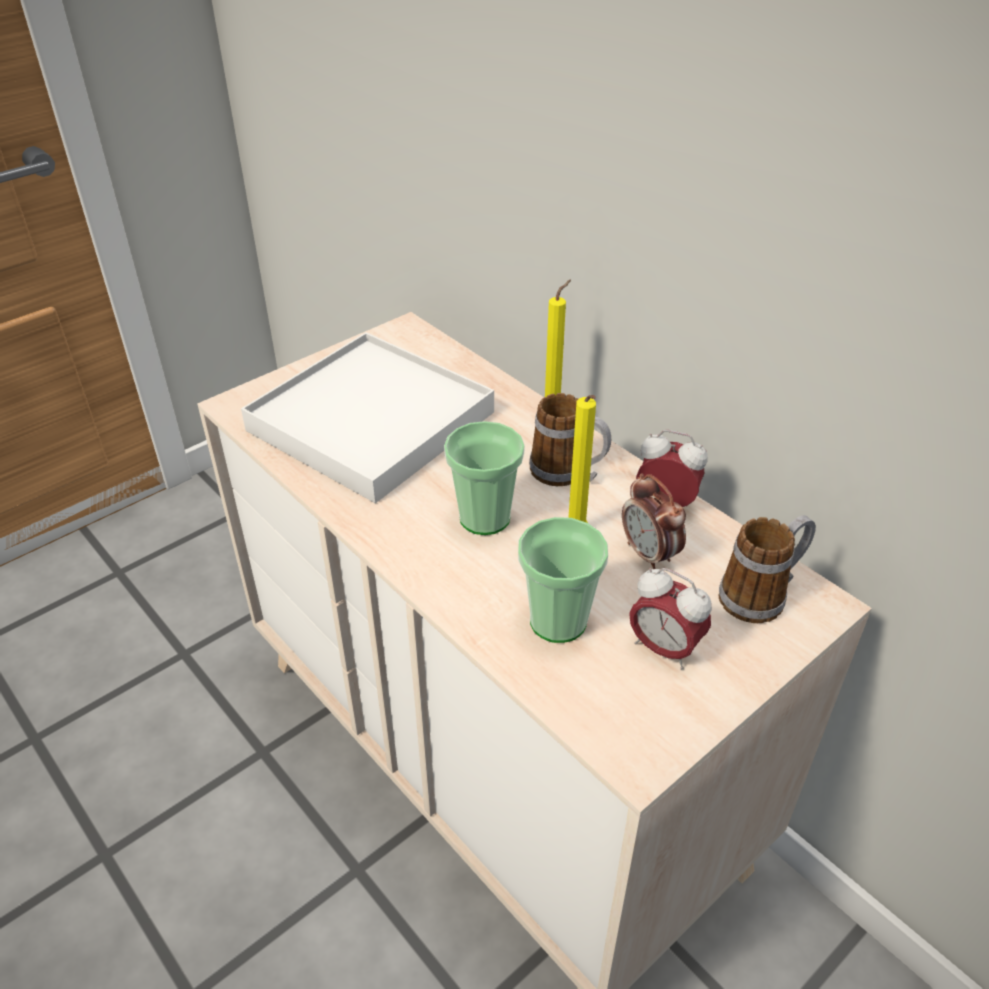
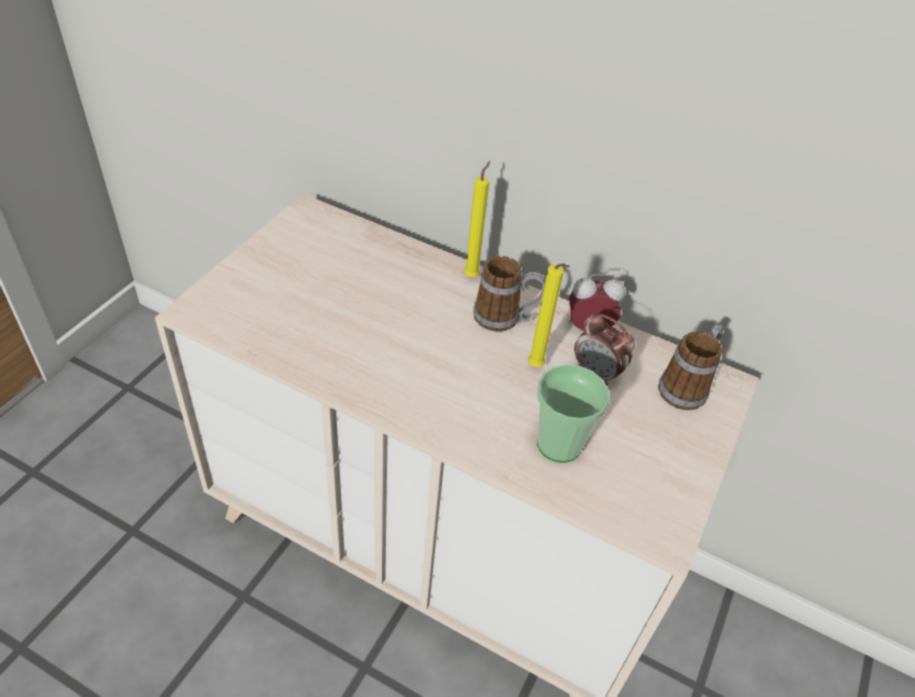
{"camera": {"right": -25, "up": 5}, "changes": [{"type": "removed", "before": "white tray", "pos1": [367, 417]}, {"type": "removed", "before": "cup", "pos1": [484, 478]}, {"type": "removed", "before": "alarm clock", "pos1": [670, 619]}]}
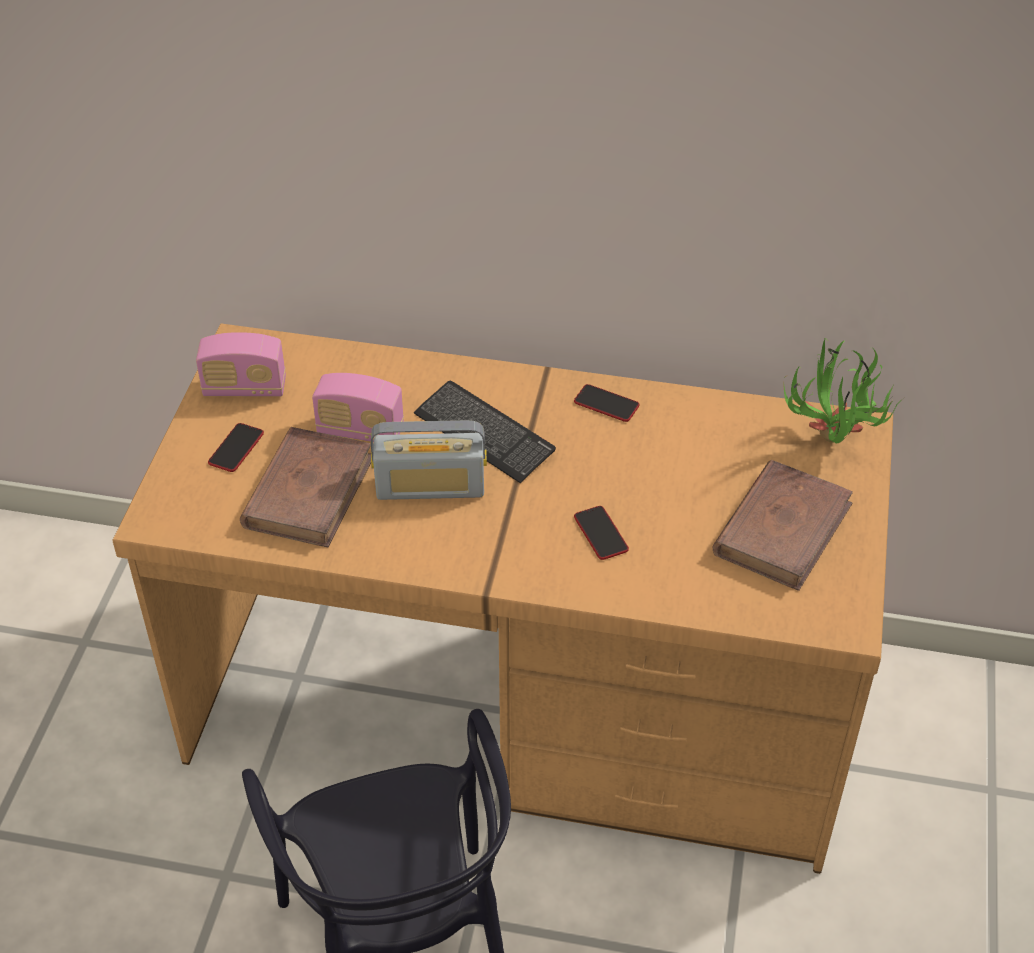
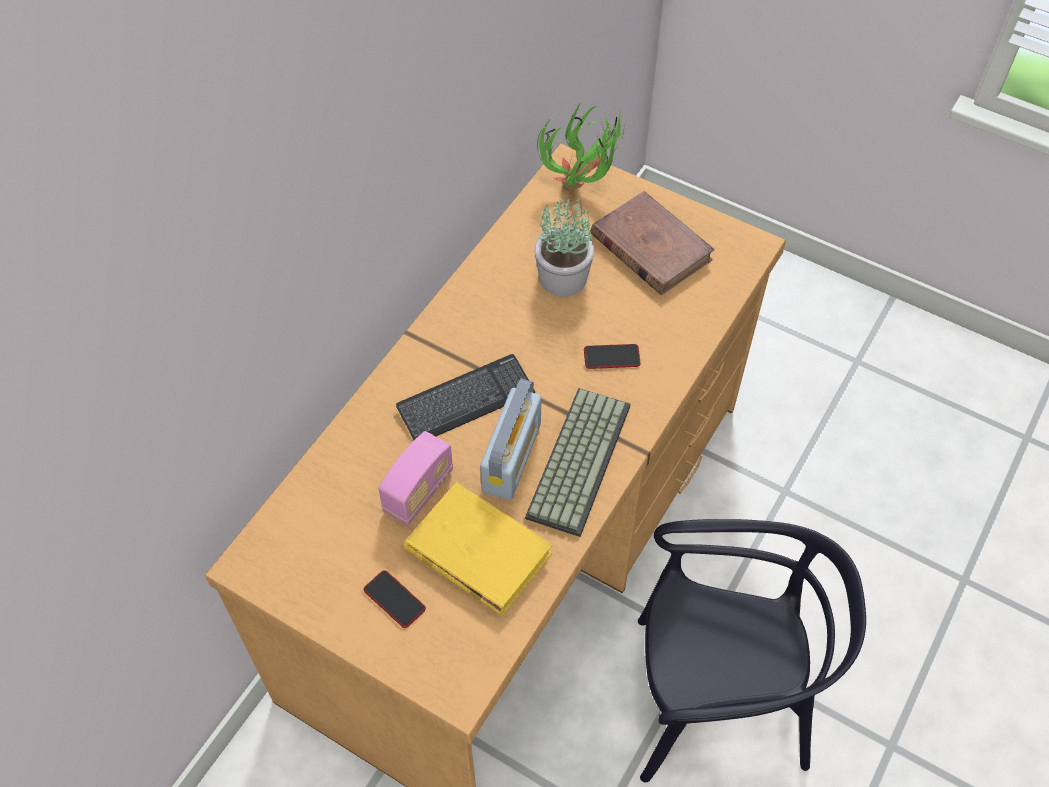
{"camera": {"right": -70, "up": 10}, "changes": [{"type": "removed", "before": "radio", "pos1": [241, 364]}, {"type": "recoloured", "before": "brown book", "after": "yellow book", "pos1": [305, 487], "pos2": [478, 549]}, {"type": "removed", "before": "phone", "pos1": [607, 403]}, {"type": "added", "after": "keyboard", "pos2": [578, 462]}, {"type": "added", "after": "potted plant", "pos2": [564, 246]}]}
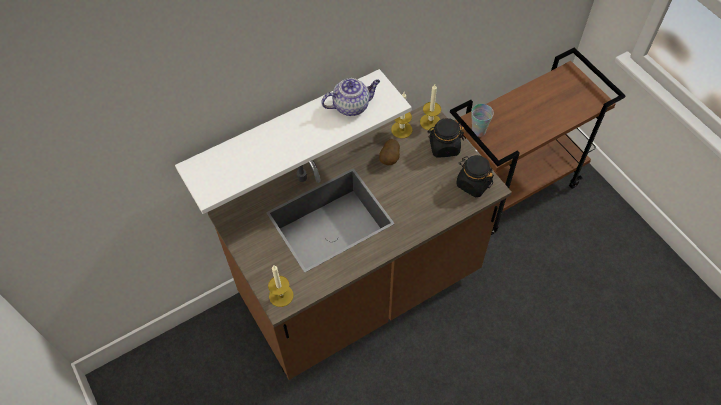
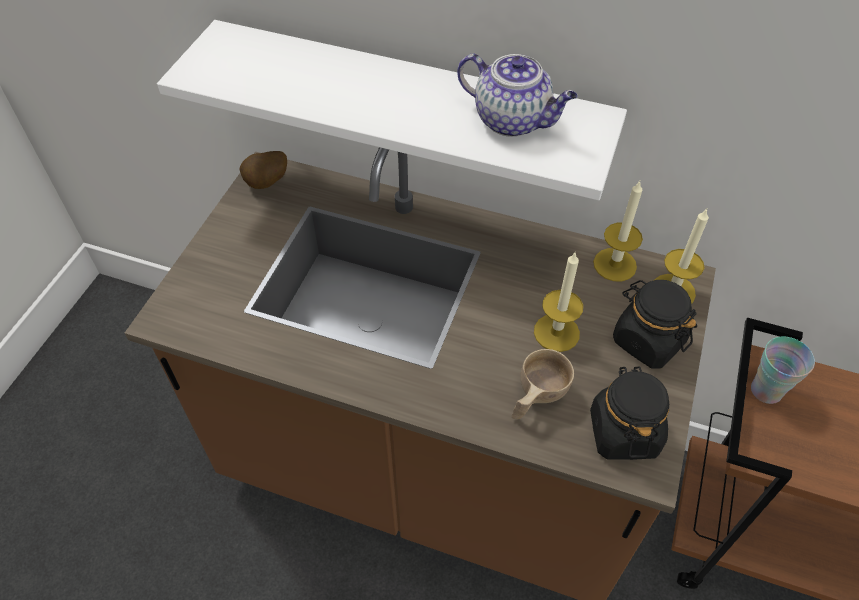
{"camera": {"right": 50, "up": -5}, "changes": [{"type": "moved", "before": "candle", "pos1": [281, 286], "pos2": [558, 301]}, {"type": "moved", "before": "potato", "pos1": [389, 152], "pos2": [263, 170]}, {"type": "added", "after": "beige cup", "pos2": [542, 384]}]}
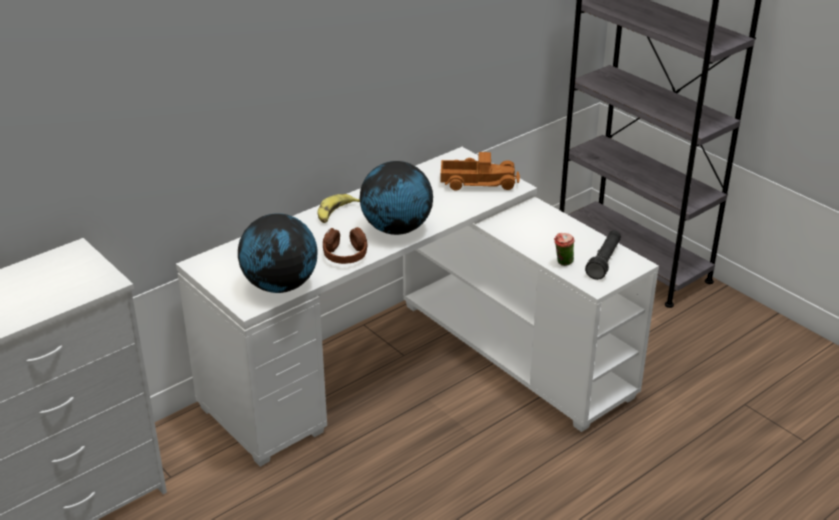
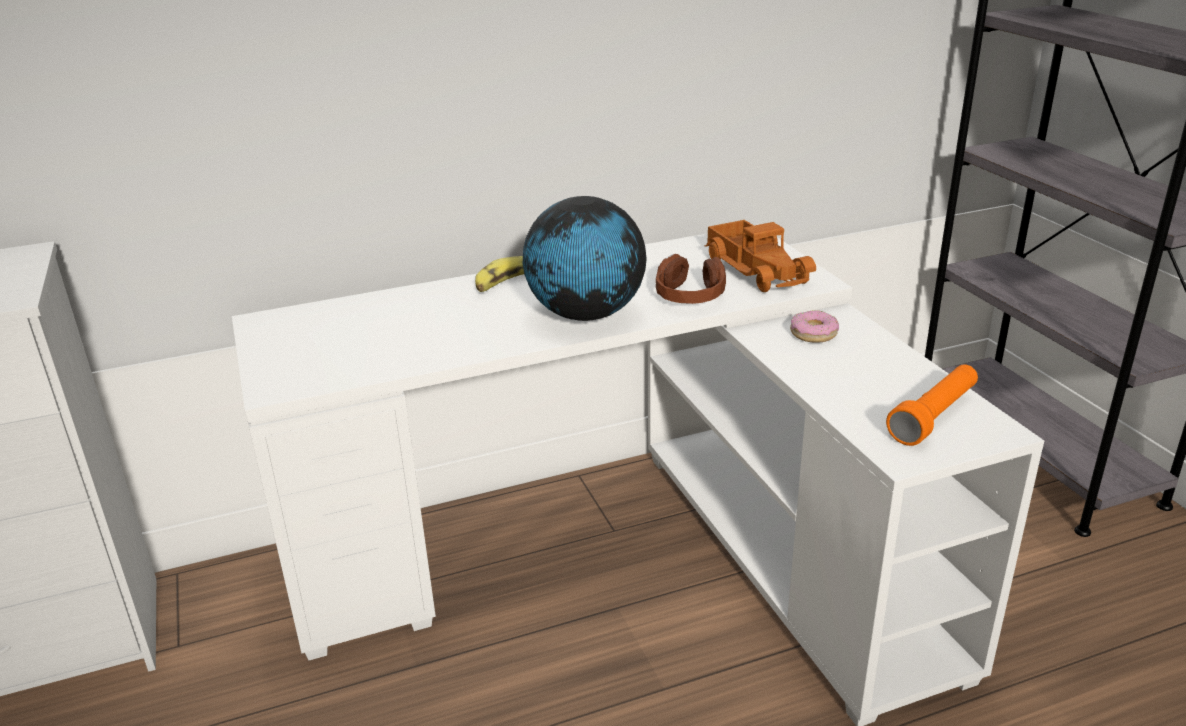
{"camera": {"right": 20, "up": -5}, "changes": [{"type": "removed", "before": "globe", "pos1": [278, 253]}, {"type": "moved", "before": "brown headphones", "pos1": [345, 245], "pos2": [691, 279]}, {"type": "turned", "before": "toy truck", "pos1": [480, 171], "pos2": [760, 256], "turn": 45}, {"type": "removed", "before": "cup", "pos1": [564, 249]}, {"type": "recoloured", "before": "black flashlight", "after": "orange flashlight", "pos1": [603, 255], "pos2": [932, 405]}, {"type": "added", "after": "donut", "pos2": [814, 326]}]}
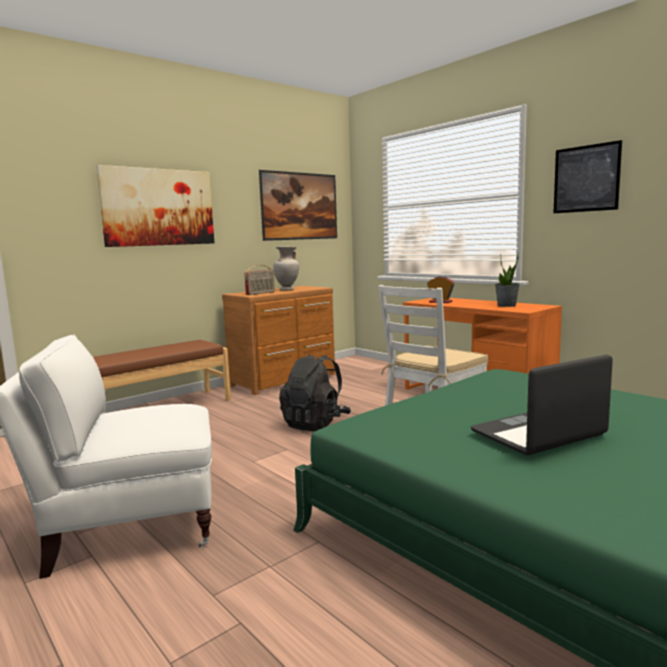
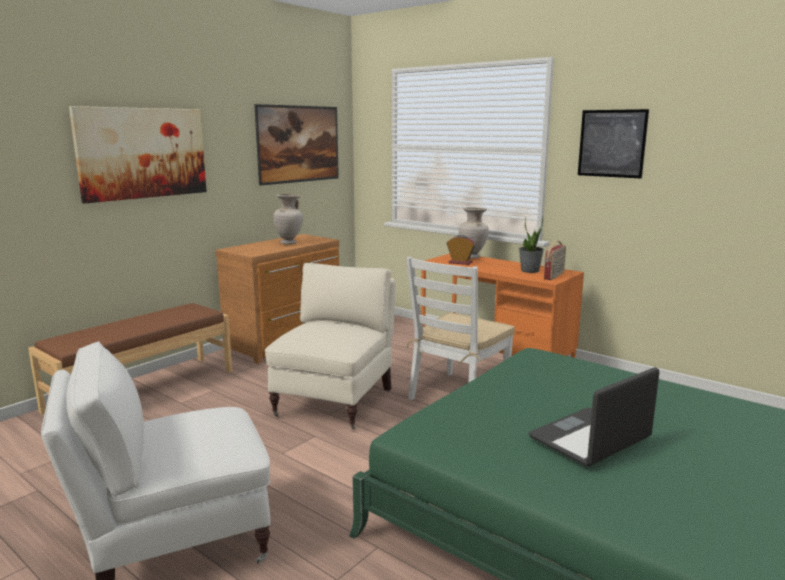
{"camera": {"right": -10, "up": 5}, "changes": [{"type": "moved", "before": "radio", "pos1": [259, 280], "pos2": [555, 260]}, {"type": "replaced", "before": "black backpack", "after": "beige armchair", "pos1": [315, 392], "pos2": [330, 346]}, {"type": "added", "after": "beige vase", "pos2": [474, 233]}]}
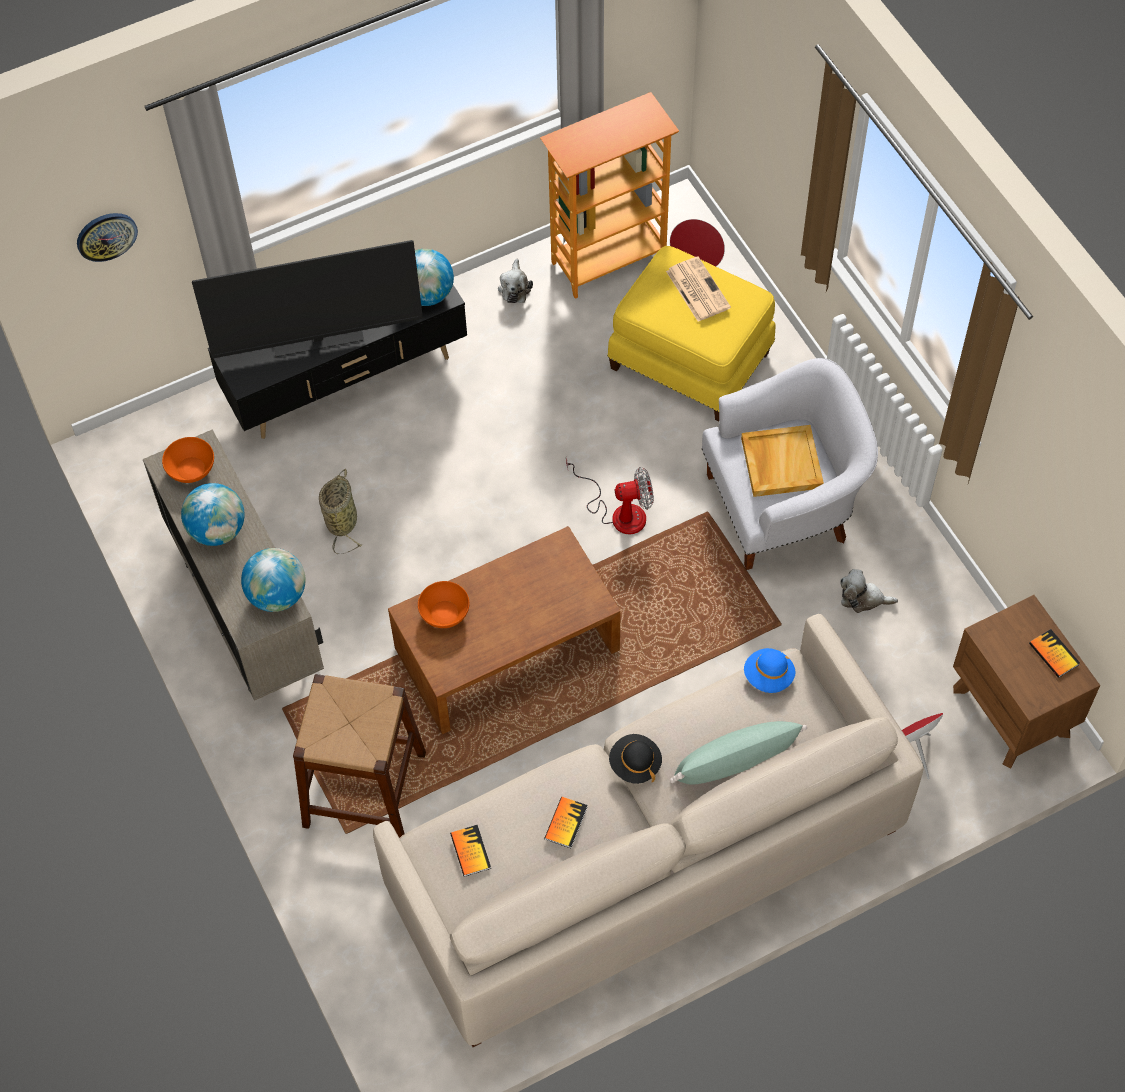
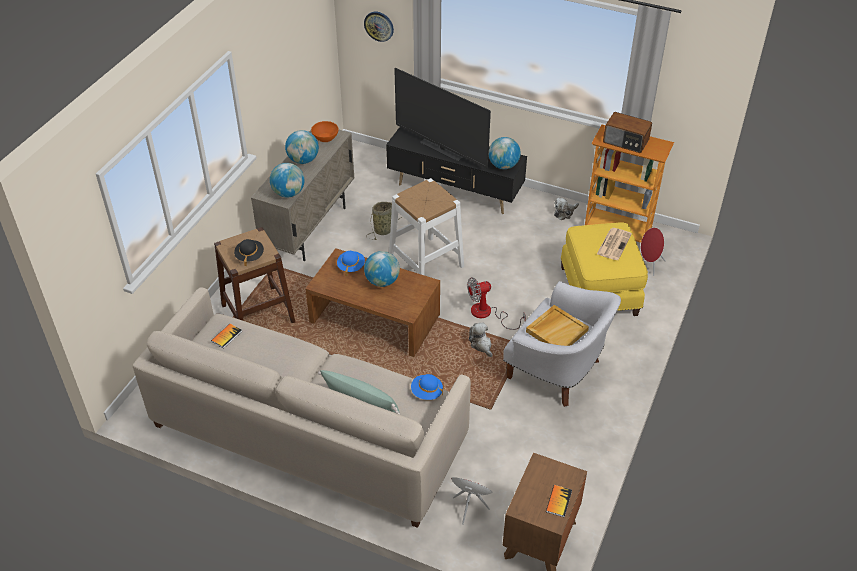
{"camera": {"right": 50, "up": -15}, "changes": [{"type": "replaced", "before": "orange bowl", "after": "blue hat", "pos1": [443, 604], "pos2": [351, 263]}, {"type": "removed", "before": "book", "pos1": [565, 822]}, {"type": "turned", "before": "fan", "pos1": [610, 496], "pos2": [496, 303], "turn": 120}, {"type": "moved", "before": "black hat", "pos1": [635, 759], "pos2": [249, 252]}, {"type": "moved", "before": "plush toy", "pos1": [869, 591], "pos2": [481, 340]}, {"type": "added", "after": "globe", "pos2": [382, 269]}, {"type": "added", "after": "white stool", "pos2": [426, 226]}, {"type": "added", "after": "radio", "pos2": [627, 132]}]}
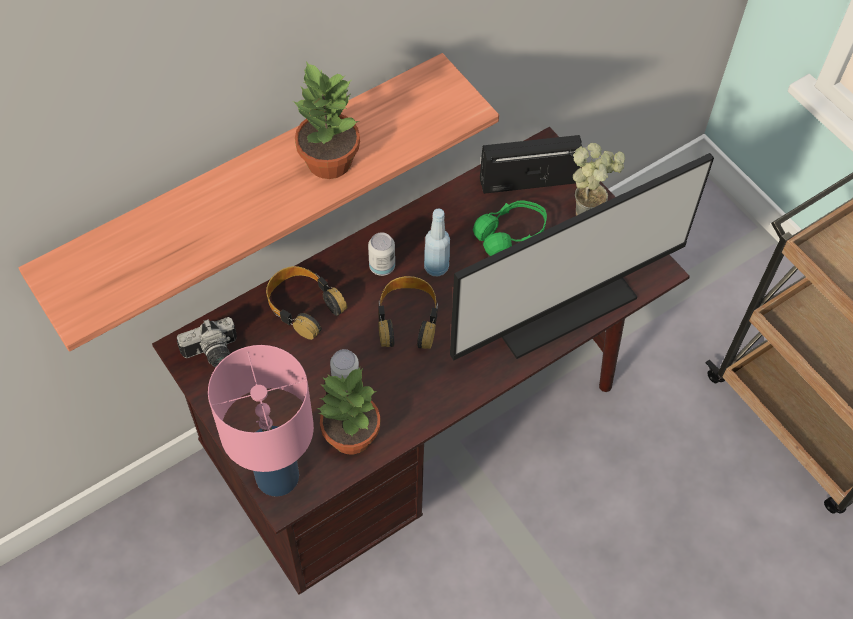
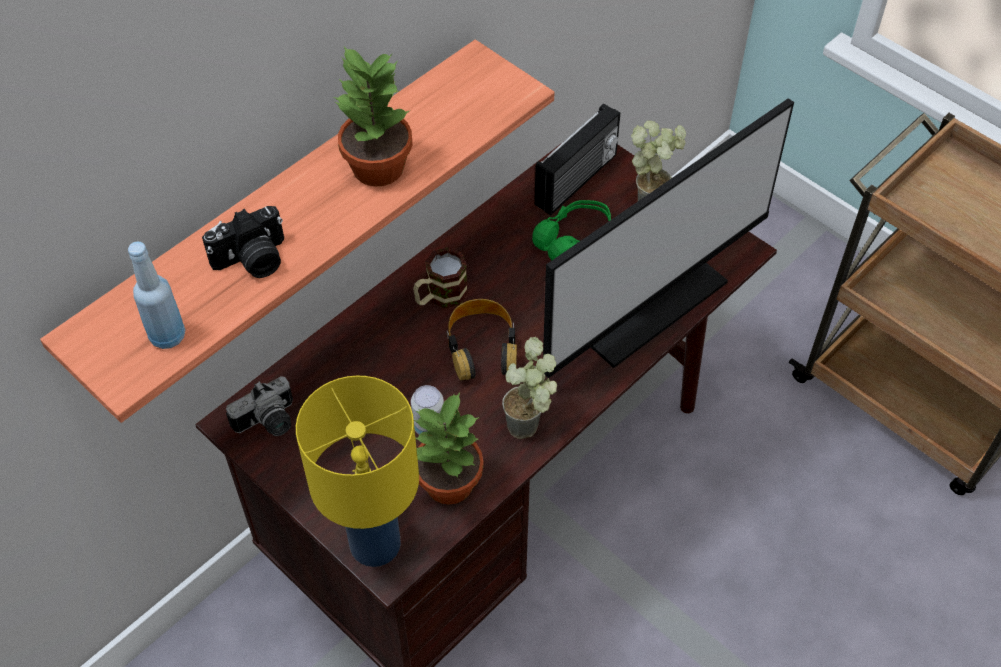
{"camera": {"right": -10, "up": -5}, "changes": [{"type": "recoloured", "before": "pink table lamp", "after": "yellow table lamp", "pos1": [261, 421], "pos2": [357, 471]}, {"type": "removed", "before": "headphones", "pos1": [306, 303]}, {"type": "replaced", "before": "can", "after": "mug", "pos1": [381, 254], "pos2": [440, 277]}, {"type": "moved", "before": "blue bottle", "pos1": [437, 243], "pos2": [157, 295]}, {"type": "turned", "before": "radio", "pos1": [531, 164], "pos2": [577, 159], "turn": 150}, {"type": "added", "after": "photo camera", "pos2": [243, 242]}, {"type": "added", "after": "potted plant", "pos2": [529, 388]}]}
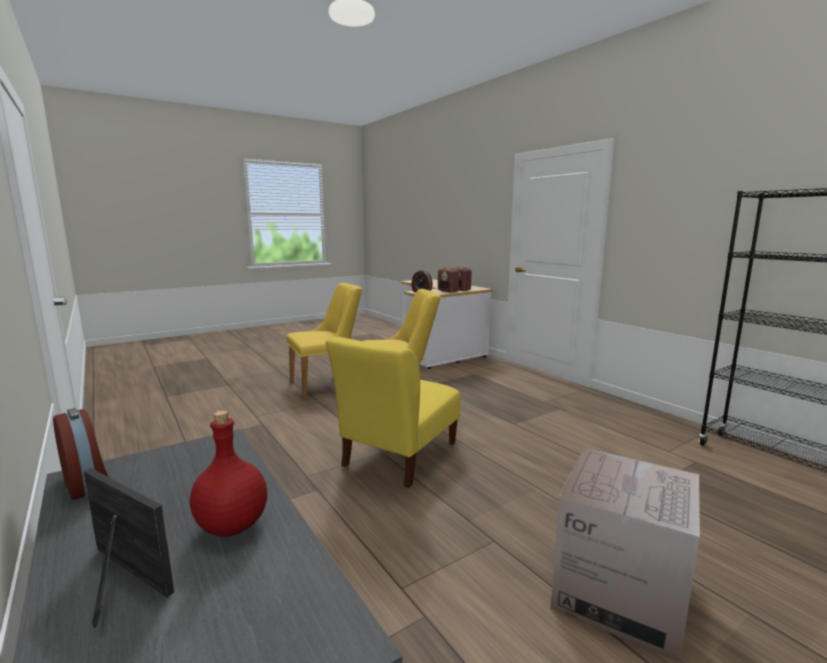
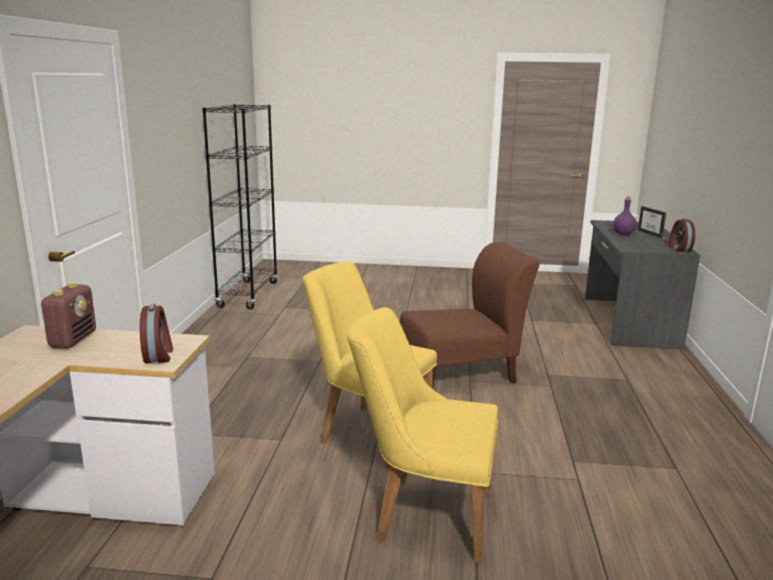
{"camera": {"right": -140, "up": 5}, "changes": [{"type": "recoloured", "before": "red bottle", "after": "purple bottle", "pos1": [228, 473], "pos2": [625, 215]}, {"type": "recoloured", "before": "yellow chair", "after": "brown chair", "pos1": [393, 412], "pos2": [470, 314]}, {"type": "removed", "before": "radio", "pos1": [449, 280]}, {"type": "removed", "before": "cardboard box", "pos1": [625, 555]}]}
